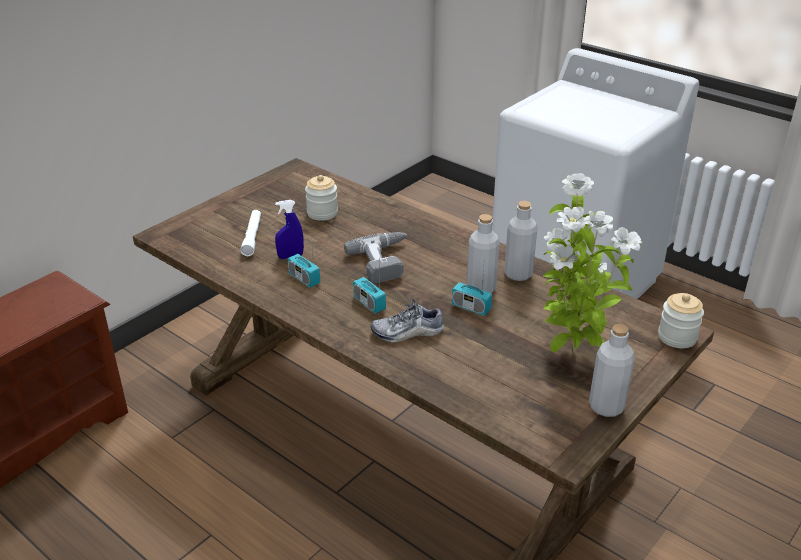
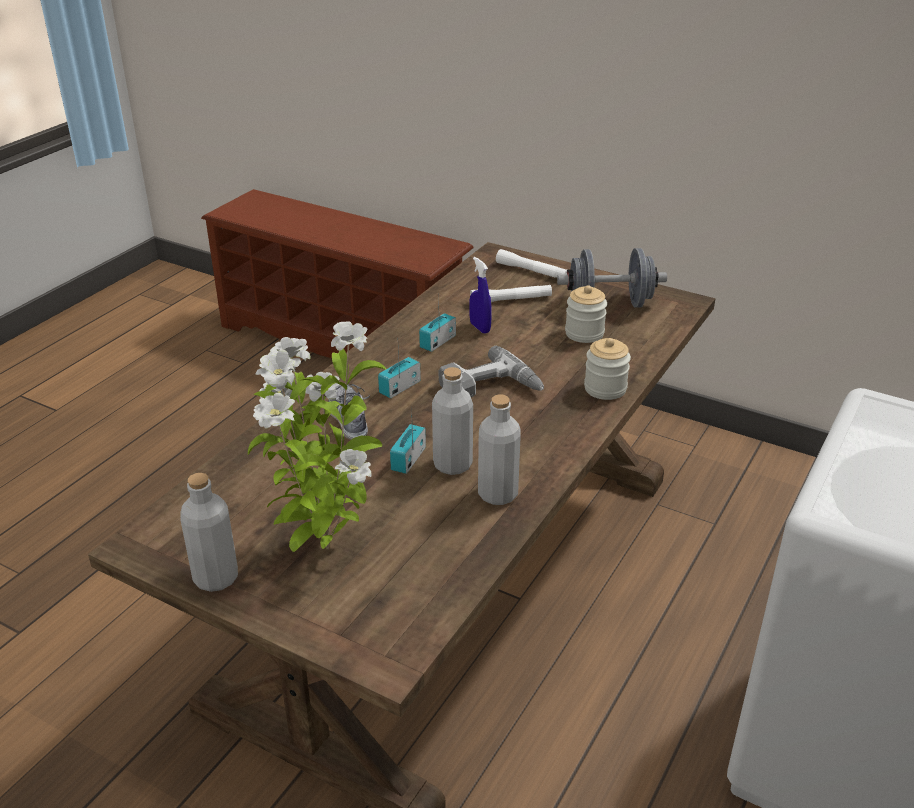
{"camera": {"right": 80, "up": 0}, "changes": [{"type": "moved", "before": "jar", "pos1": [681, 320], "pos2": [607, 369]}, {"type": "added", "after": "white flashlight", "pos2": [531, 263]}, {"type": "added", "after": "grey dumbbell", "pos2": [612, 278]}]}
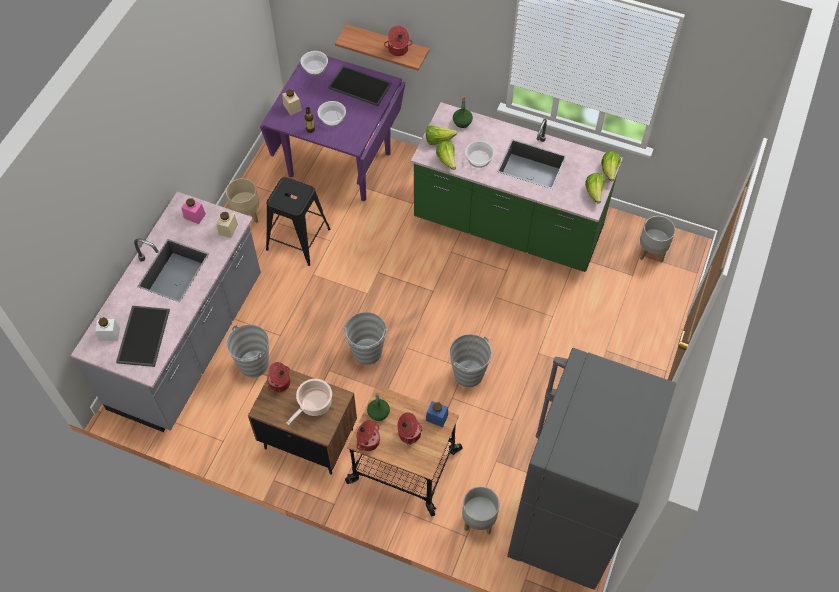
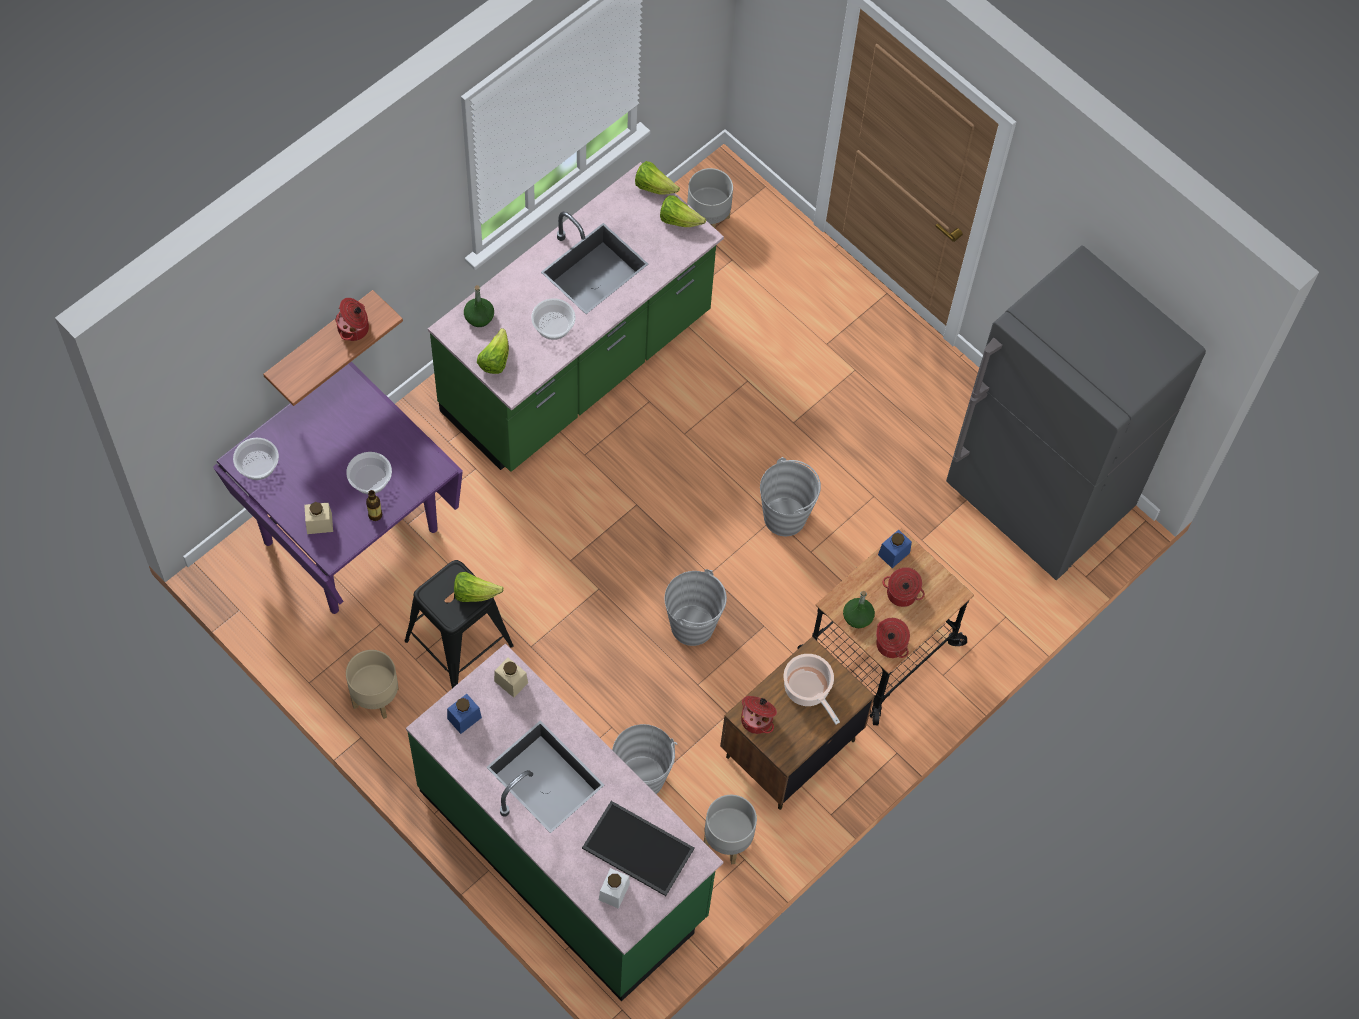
{"camera": {"right": -70, "up": 5}, "changes": [{"type": "recoloured", "before": "grey counter", "after": "green counter", "pos1": [166, 312], "pos2": [564, 822]}, {"type": "recoloured", "before": "pink jar", "after": "blue jar", "pos1": [193, 211], "pos2": [464, 714]}, {"type": "removed", "before": "tray", "pos1": [360, 85]}, {"type": "moved", "before": "lettuce", "pos1": [446, 155], "pos2": [479, 587]}, {"type": "moved", "before": "grey planter", "pos1": [480, 510], "pos2": [730, 829]}]}
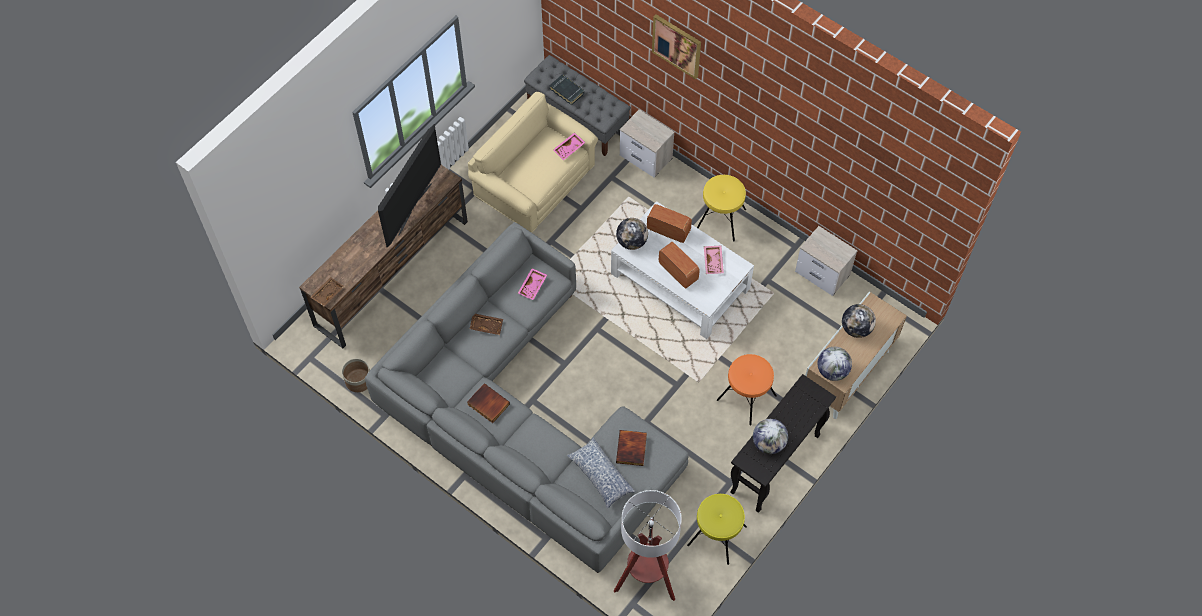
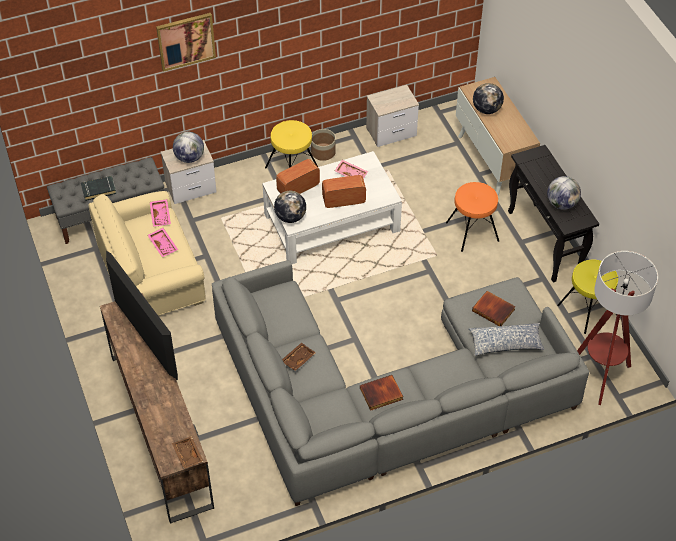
{"camera": {"right": -60, "up": -10}, "changes": [{"type": "moved", "before": "planter", "pos1": [356, 375], "pos2": [323, 145]}, {"type": "moved", "before": "pink tray", "pos1": [532, 284], "pos2": [163, 242]}, {"type": "moved", "before": "globe", "pos1": [834, 364], "pos2": [188, 147]}]}
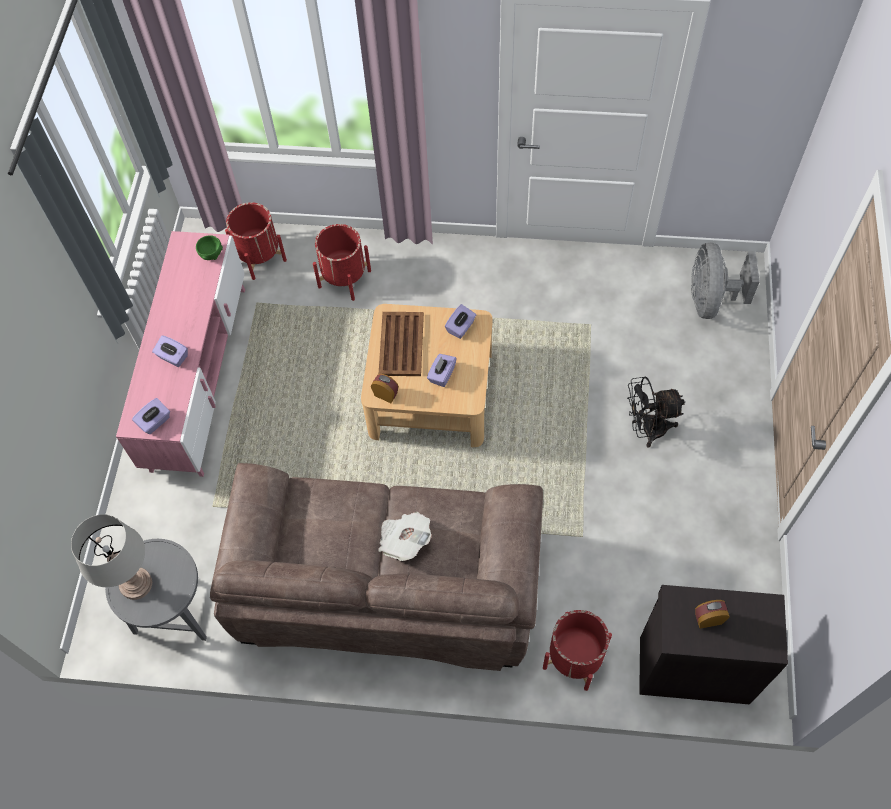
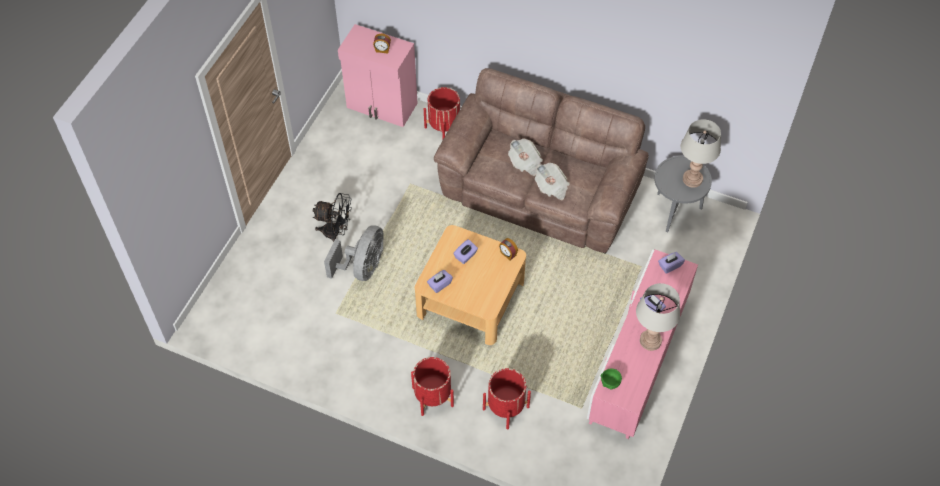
{"camera": {"right": -165, "up": -5}, "changes": [{"type": "moved", "before": "red planter", "pos1": [256, 241], "pos2": [432, 386]}, {"type": "removed", "before": "brown tray", "pos1": [401, 344]}, {"type": "recoloured", "before": "black cabinet", "after": "pink cabinet", "pos1": [713, 645], "pos2": [378, 75]}, {"type": "moved", "before": "grey fan", "pos1": [725, 281], "pos2": [354, 253]}, {"type": "added", "after": "newspaper", "pos2": [552, 181]}, {"type": "added", "after": "grey table lamp", "pos2": [658, 317]}]}
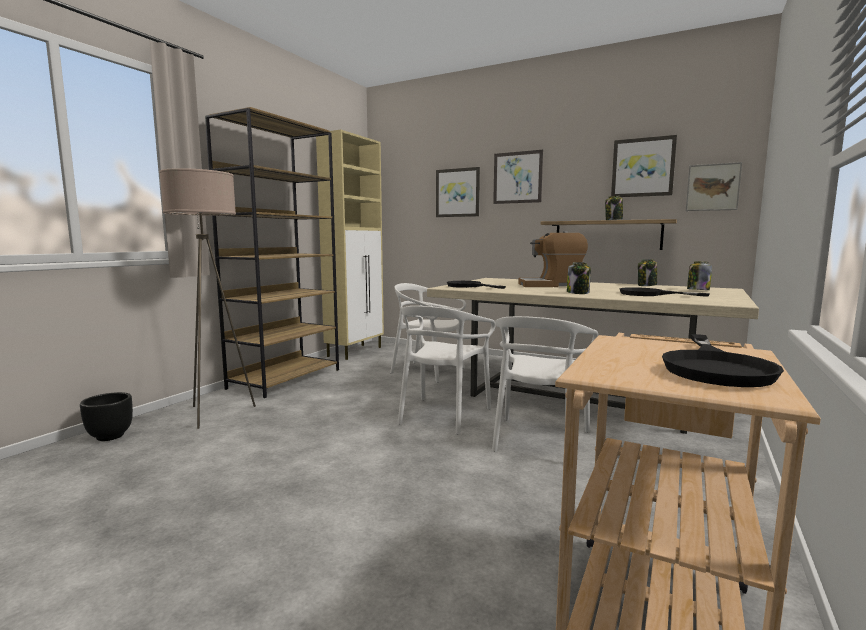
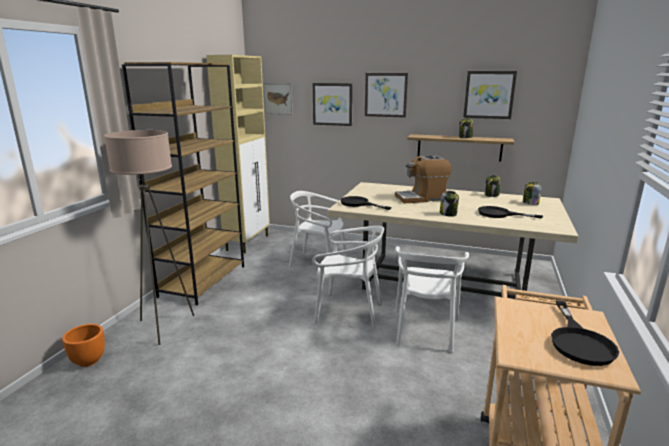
{"camera": {"right": -10, "up": 10}, "changes": [{"type": "recoloured", "before": "black planter", "after": "orange planter", "pos1": [106, 416], "pos2": [83, 345]}, {"type": "turned", "before": "white chair", "pos1": [446, 370], "pos2": [348, 277], "turn": -90}, {"type": "moved", "before": "picture", "pos1": [714, 186], "pos2": [278, 99]}]}
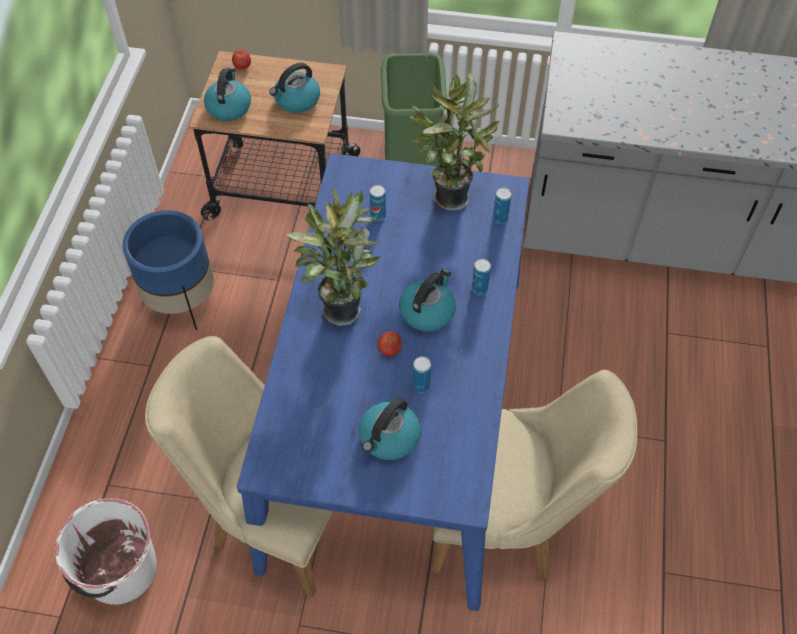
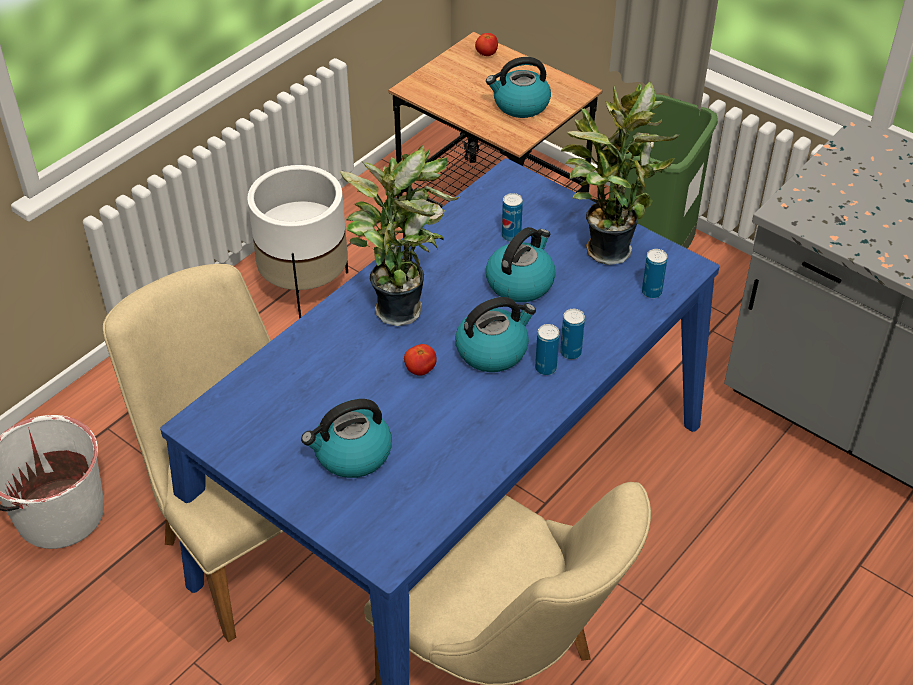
{"camera": {"right": 30, "up": -10}, "changes": [{"type": "recoloured", "before": "blue planter", "after": "white planter", "pos1": [168, 270], "pos2": [297, 242]}, {"type": "moved", "before": "kettle", "pos1": [227, 94], "pos2": [521, 264]}, {"type": "moved", "before": "can", "pos1": [422, 374], "pos2": [547, 349]}]}
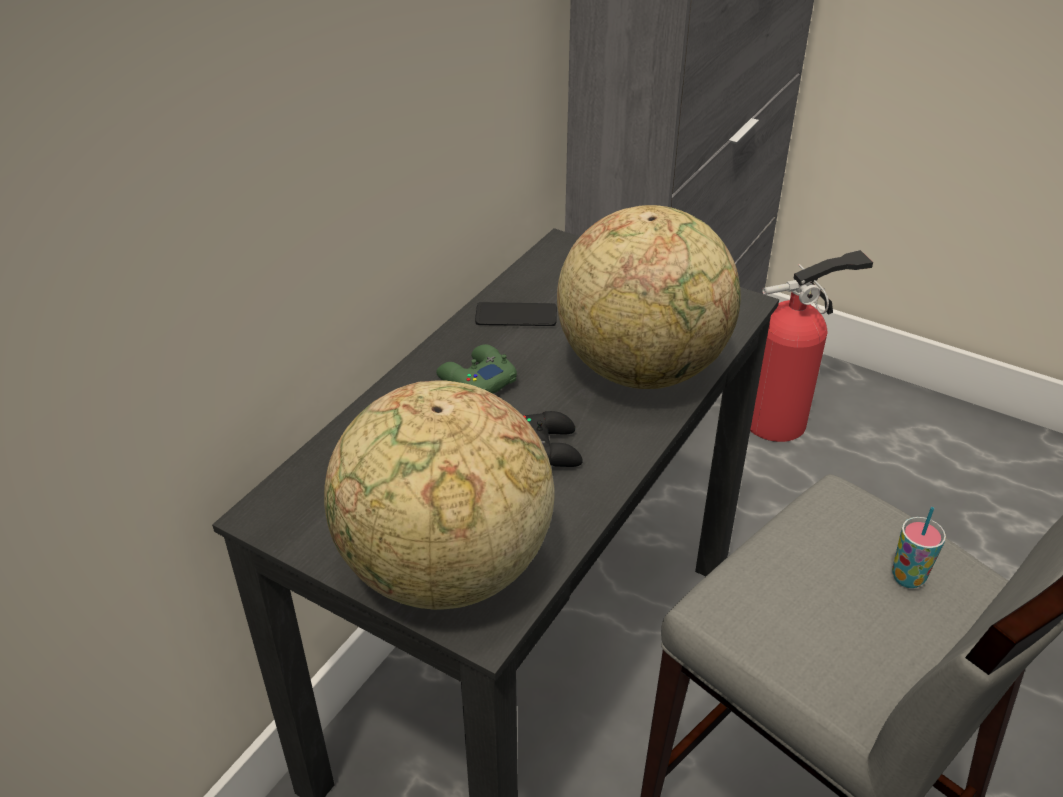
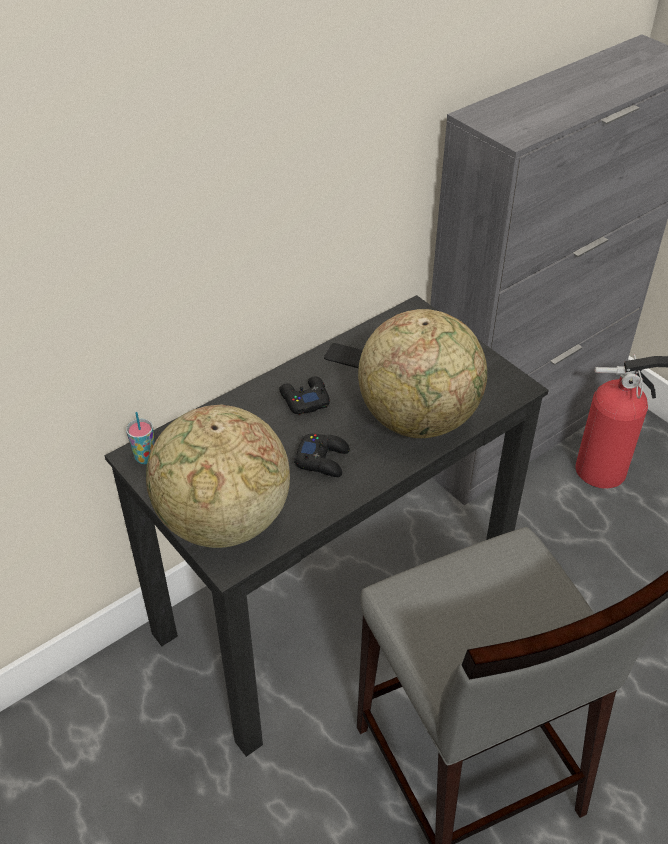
{"camera": {"right": 20, "up": 5}, "changes": [{"type": "recoloured", "before": "green game controller", "after": "black game controller", "pos1": [476, 369], "pos2": [304, 395]}, {"type": "moved", "before": "cup", "pos1": [919, 547], "pos2": [140, 438]}]}
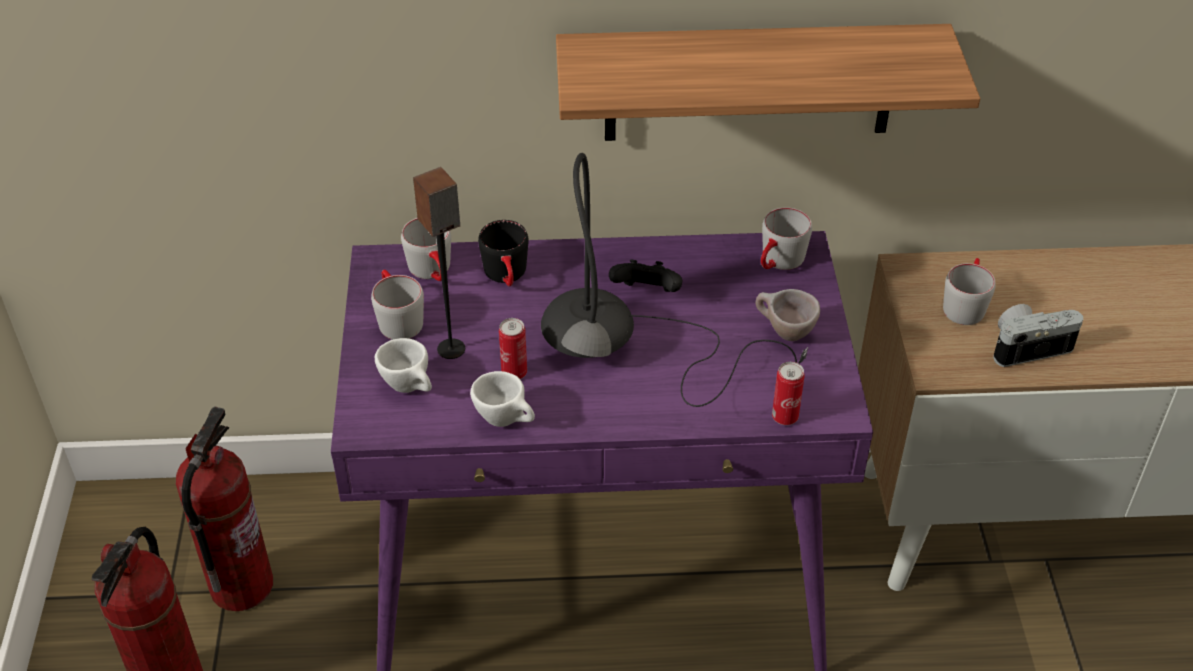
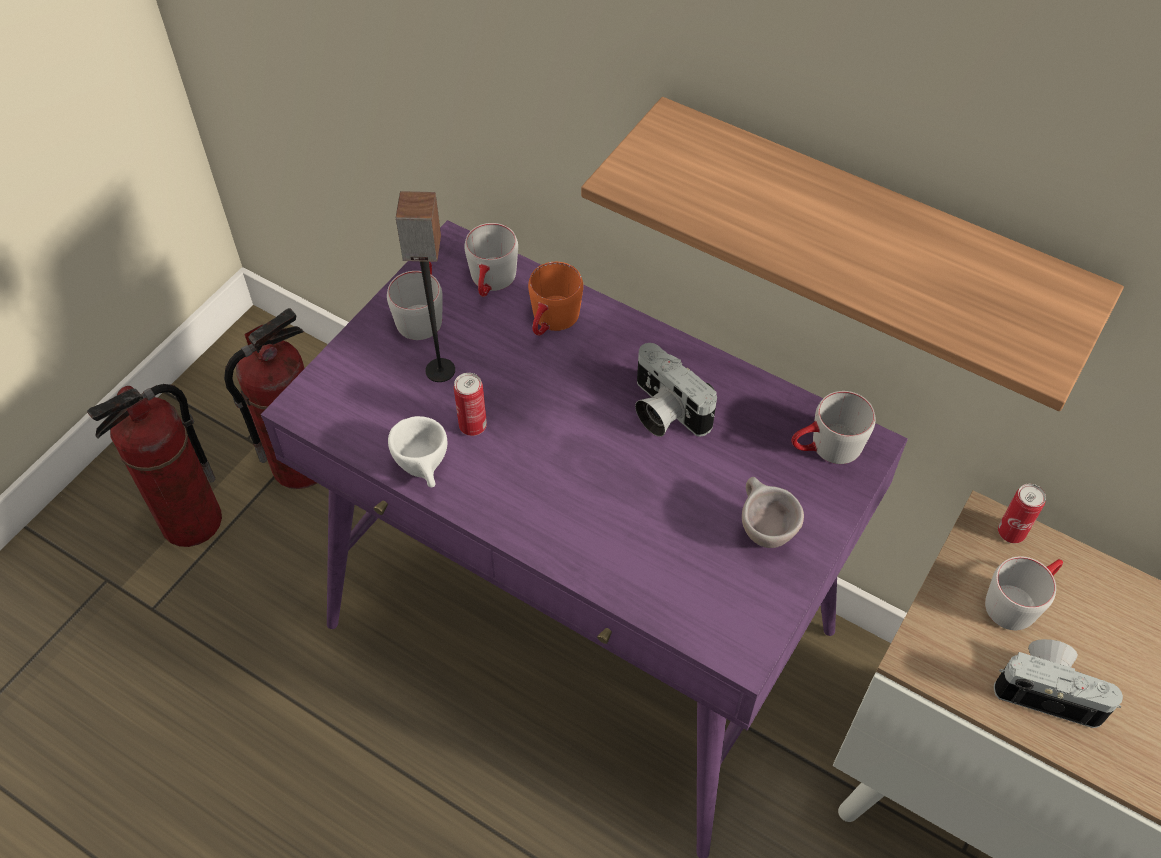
{"camera": {"right": 35, "up": 10}, "changes": [{"type": "removed", "before": "white cup", "pos1": [403, 365]}, {"type": "recoloured", "before": "black mug", "after": "orange mug", "pos1": [503, 253], "pos2": [555, 299]}, {"type": "removed", "before": "grey table lamp", "pos1": [674, 280]}, {"type": "replaced", "before": "black game controller", "after": "photo camera", "pos1": [645, 275], "pos2": [676, 390]}, {"type": "moved", "before": "can", "pos1": [788, 393], "pos2": [1022, 513]}]}
